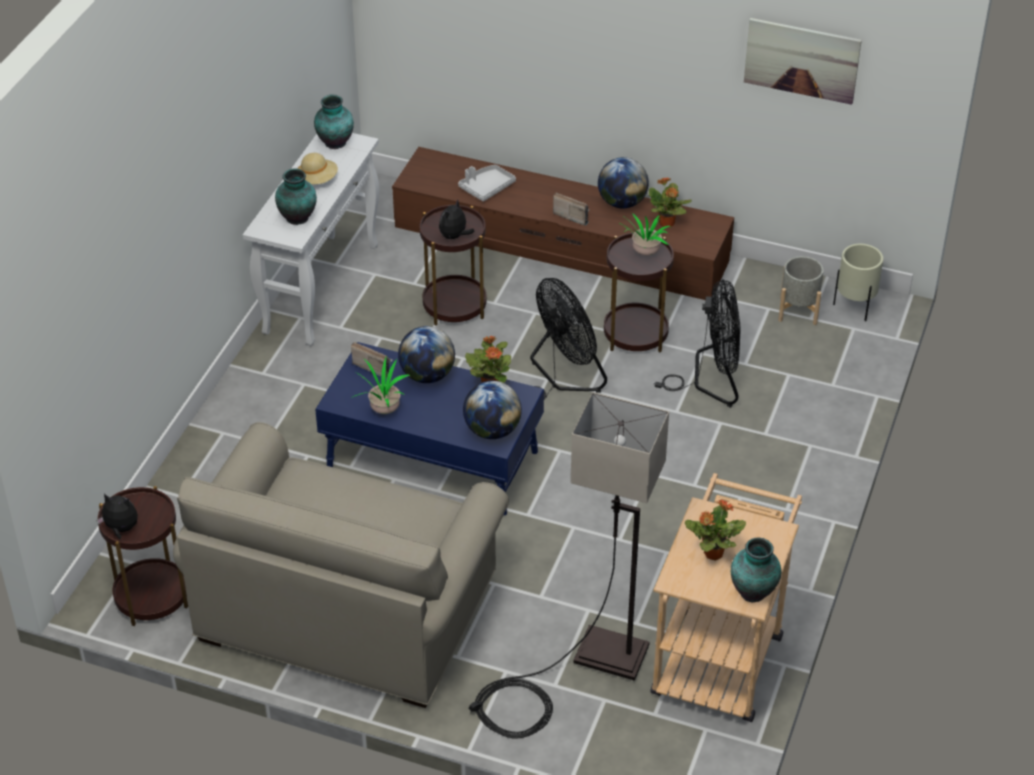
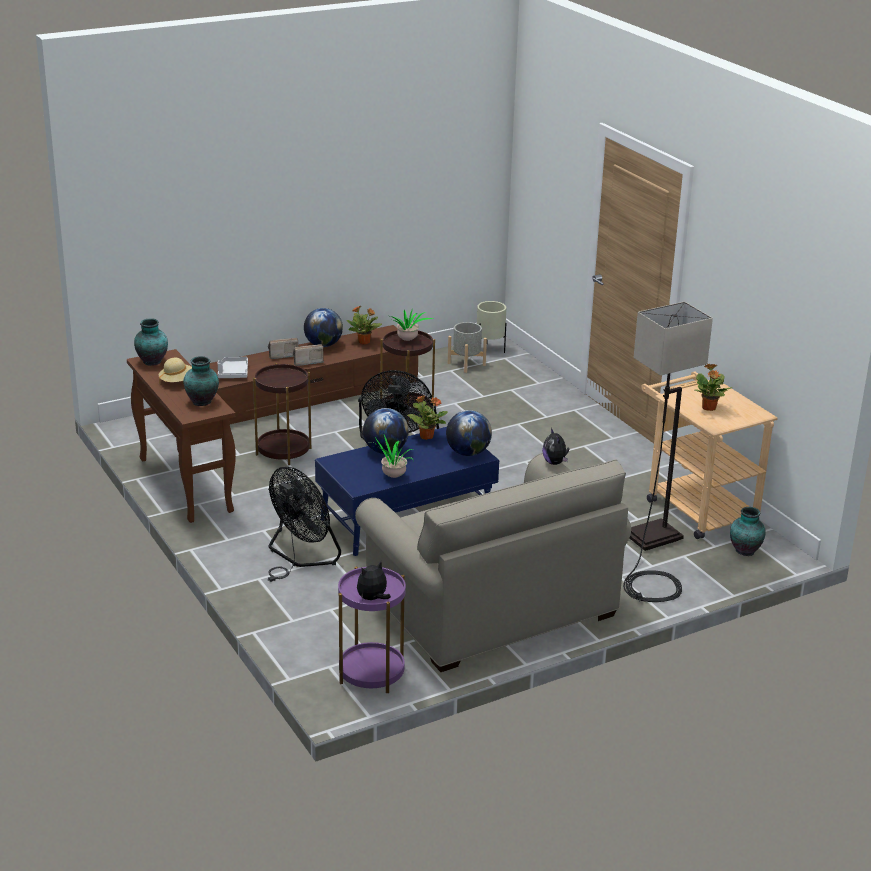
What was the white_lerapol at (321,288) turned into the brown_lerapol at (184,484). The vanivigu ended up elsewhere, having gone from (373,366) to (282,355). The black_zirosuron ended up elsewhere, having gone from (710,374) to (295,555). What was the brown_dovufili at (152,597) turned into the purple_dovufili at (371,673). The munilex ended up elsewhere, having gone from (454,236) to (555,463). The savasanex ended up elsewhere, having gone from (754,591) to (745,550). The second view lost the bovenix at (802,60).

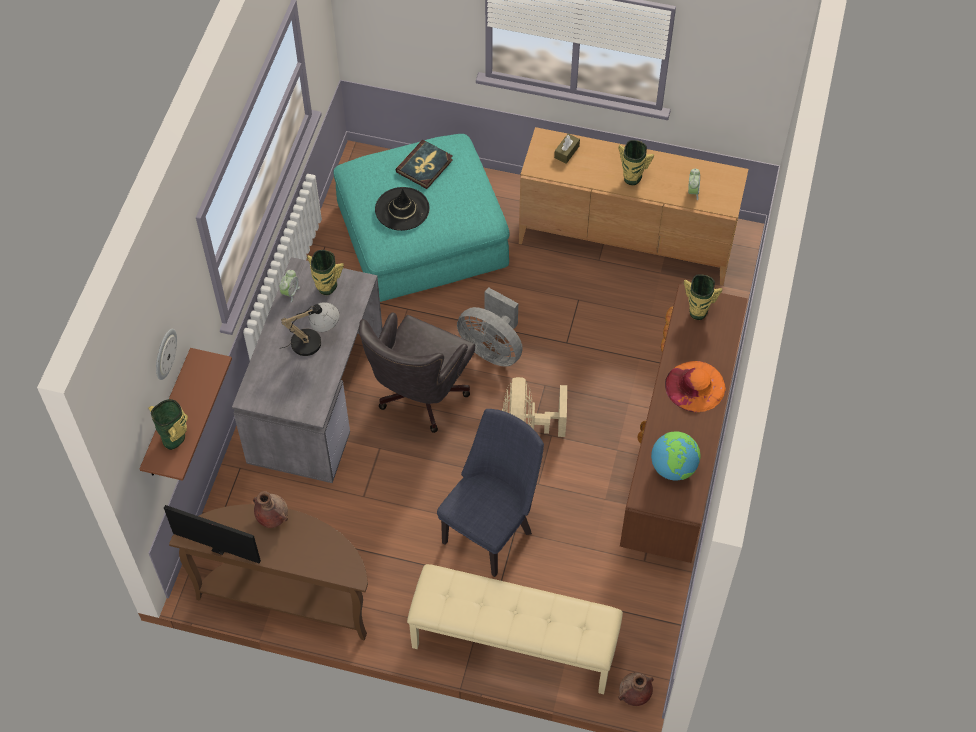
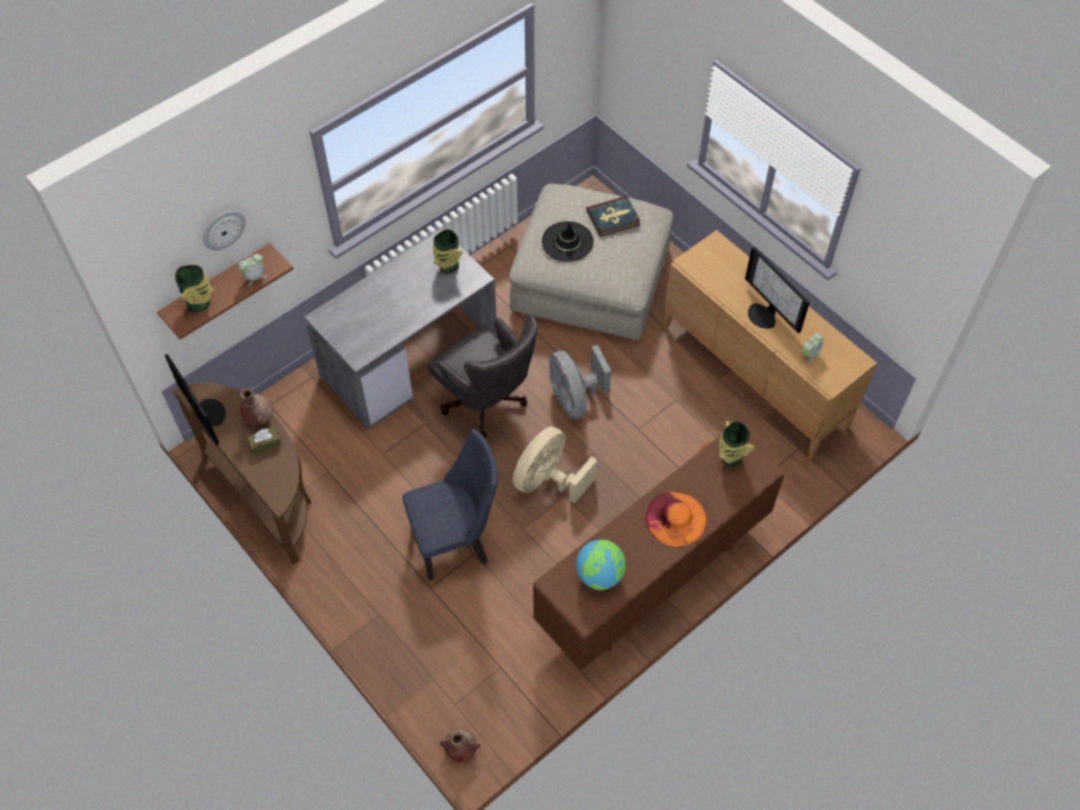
The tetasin ended up elsewhere, having gone from (290,292) to (255,277). The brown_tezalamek ended up elsewhere, having gone from (566,152) to (265,444). The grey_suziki at (420,398) ended up facing another way, 105 degrees counterclockwise from before. What was the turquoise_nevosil at (422,236) turned into the beige_nevosil at (590,279). Where the savasanex stood at (631,178), the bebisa came to stand at (765,315). The second view lost the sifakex at (315,341). The second view lost the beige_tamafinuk at (513,645).

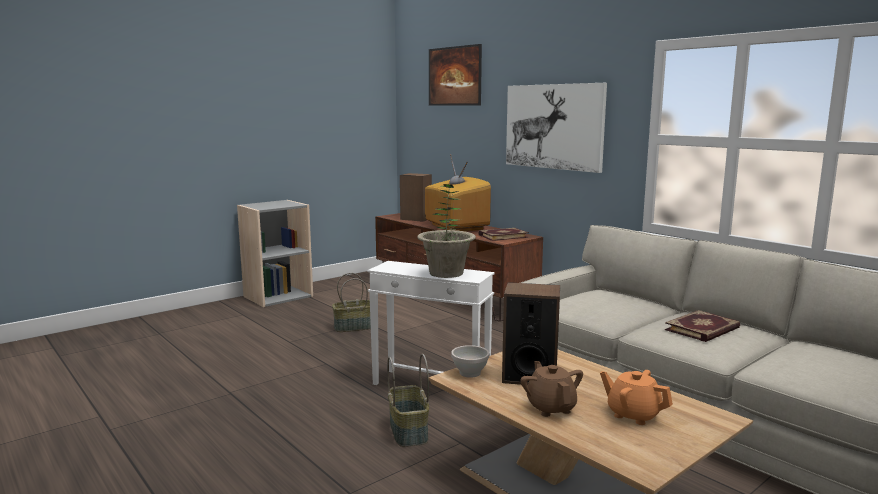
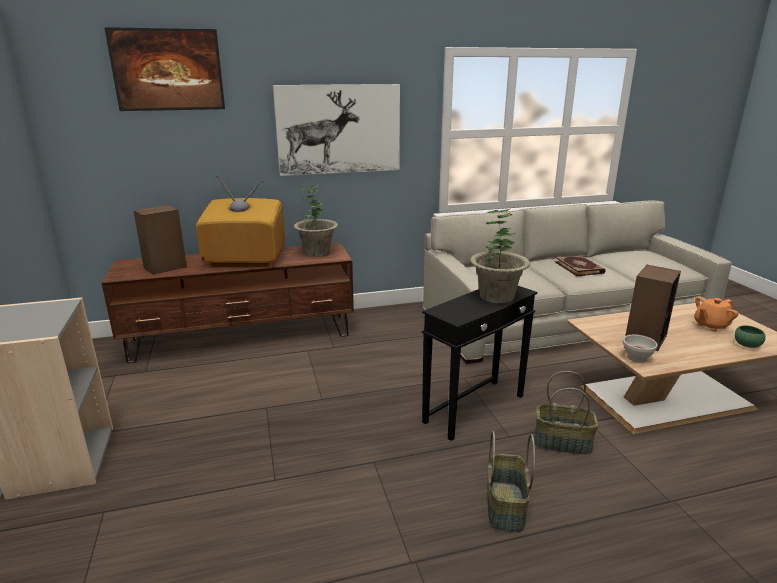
Where the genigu stood at (503,236), the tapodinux came to stand at (317,252). What was the white_dovufili at (431,386) turned into the black_dovufili at (475,409). The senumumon ended up elsewhere, having gone from (354,327) to (504,506). The second view gained the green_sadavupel at (747,345). The second view lost the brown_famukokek at (551,407).

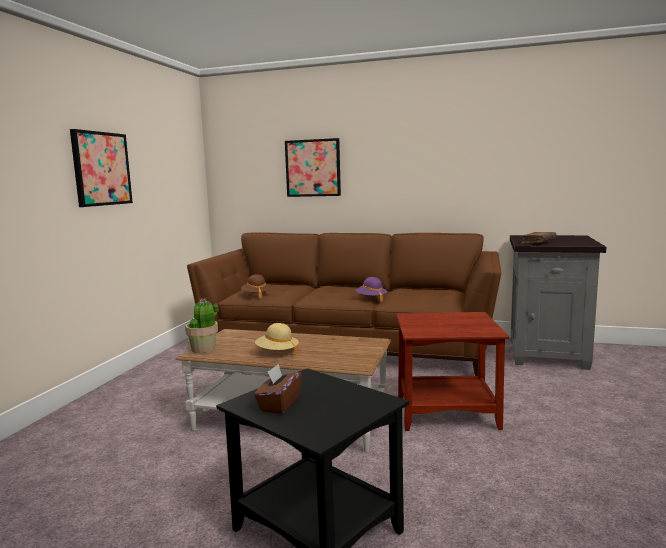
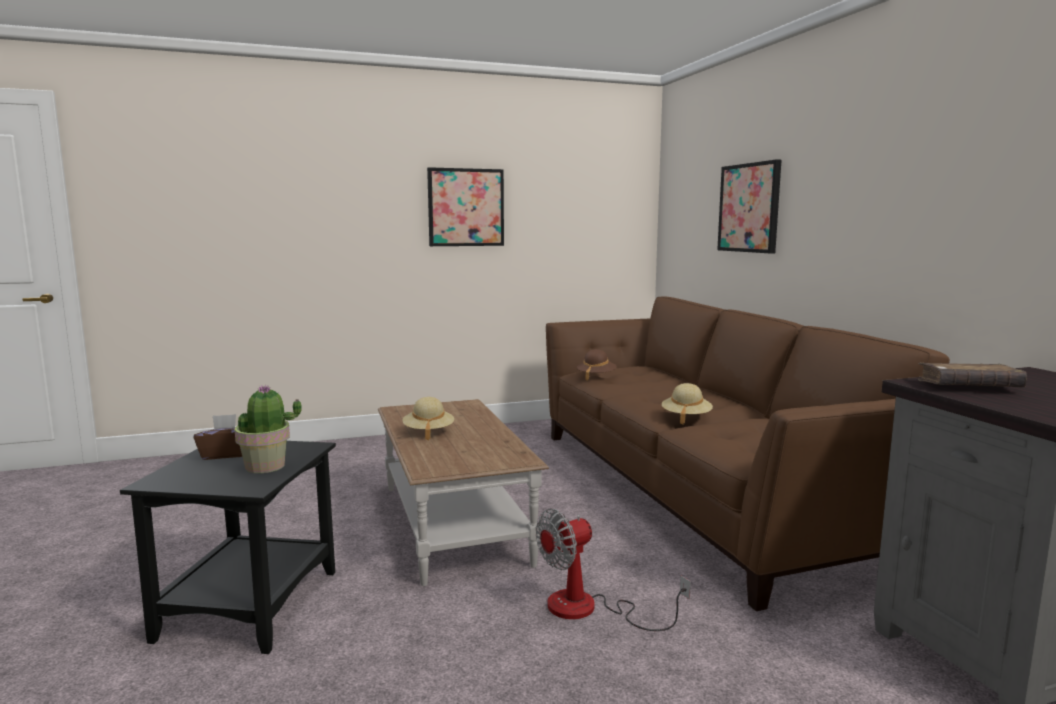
The tapodinux ended up elsewhere, having gone from (204,349) to (266,467). Where the brown_dovufili stood at (446,412), the zirosuron came to stand at (589,609). What was the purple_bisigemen at (371,298) turned into the beige_bisigemen at (686,417).

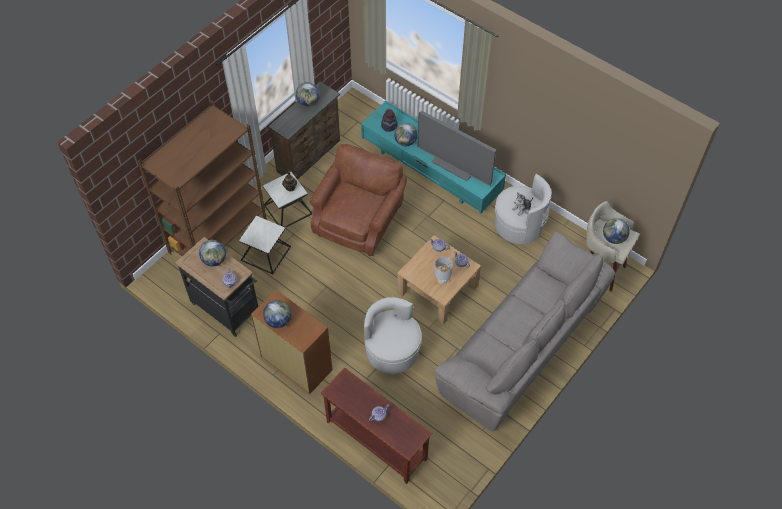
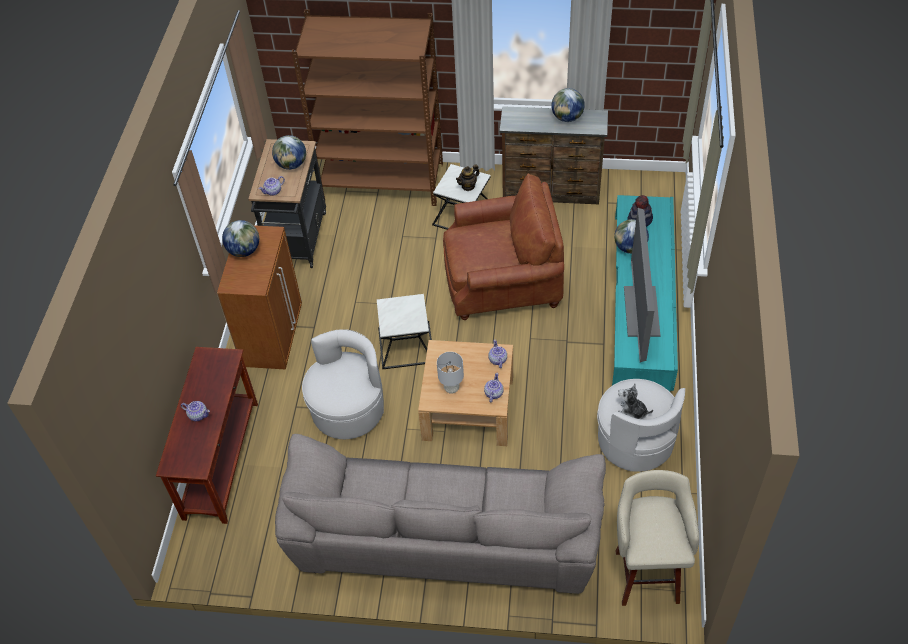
The dovufili ended up elsewhere, having gone from (265,253) to (406,345). The second view lost the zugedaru at (613,238).

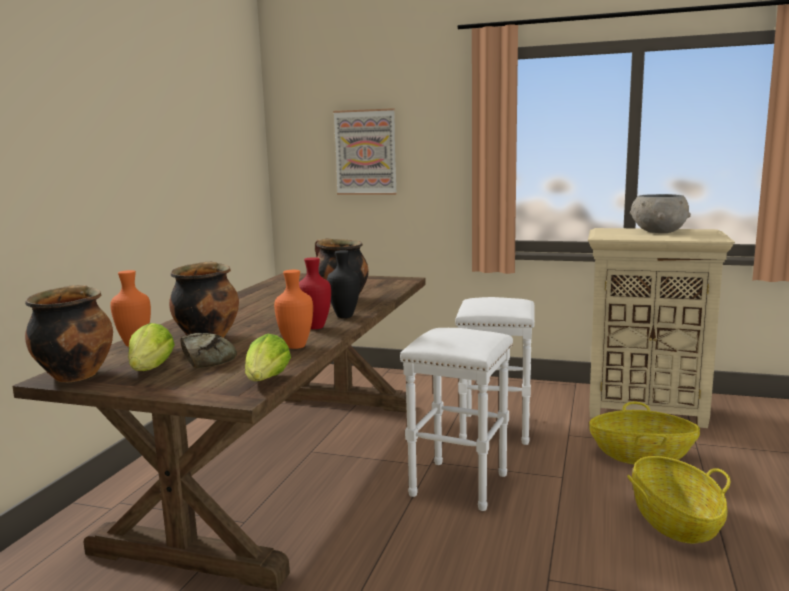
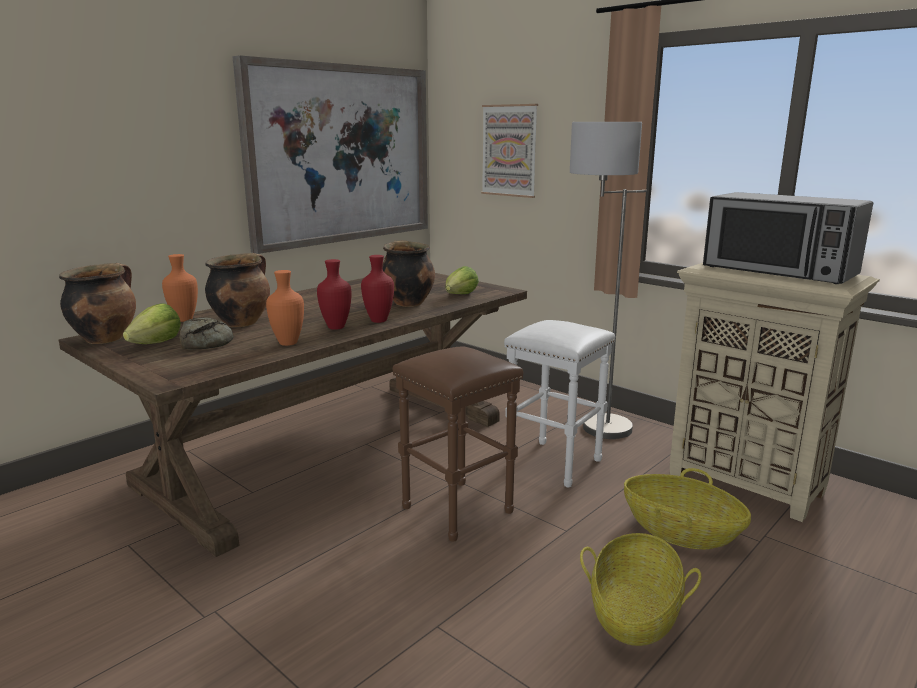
The second view gained the bovenix at (340,154). What was the black_savasanex at (346,316) turned into the red_savasanex at (380,321). What was the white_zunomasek at (460,485) turned into the brown_zunomasek at (457,511). The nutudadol ended up elsewhere, having gone from (267,381) to (460,296). The second view gained the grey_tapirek at (594,430). Where the grey_sadavupel stood at (658,232), the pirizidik came to stand at (778,271).

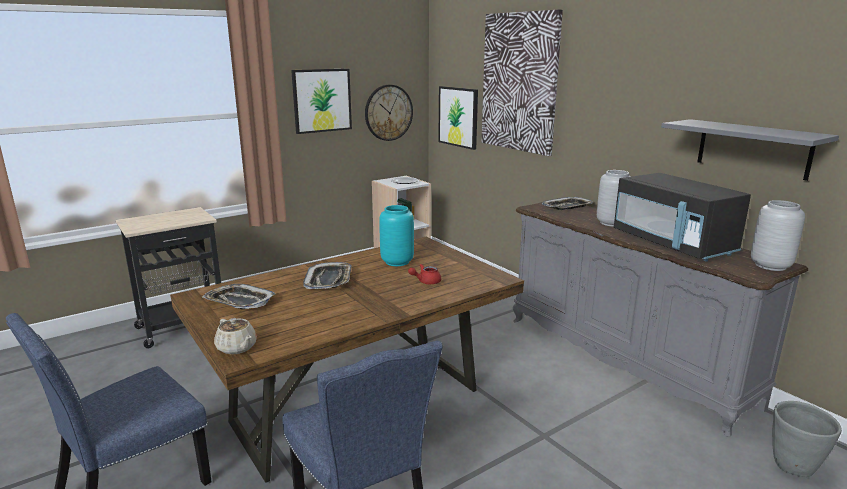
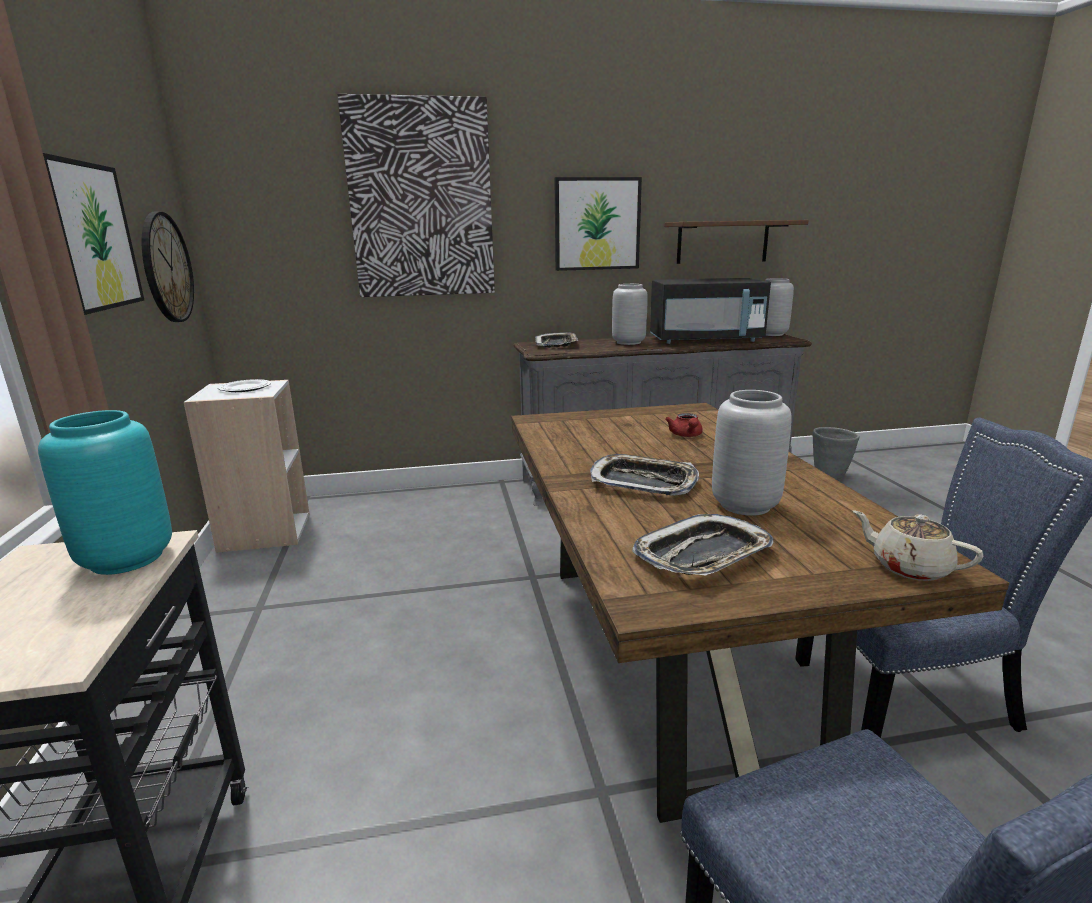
The turquoise_savasanex ended up elsewhere, having gone from (397,261) to (126,558). The bovenix ended up elsewhere, having gone from (458,117) to (597,224). What was the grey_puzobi at (753,148) turned into the brown_puzobi at (722,242). The second view gained the grey_savasanex at (746,505). The beige_famukokek at (237,348) ended up facing another way, 120 degrees counterclockwise from before.

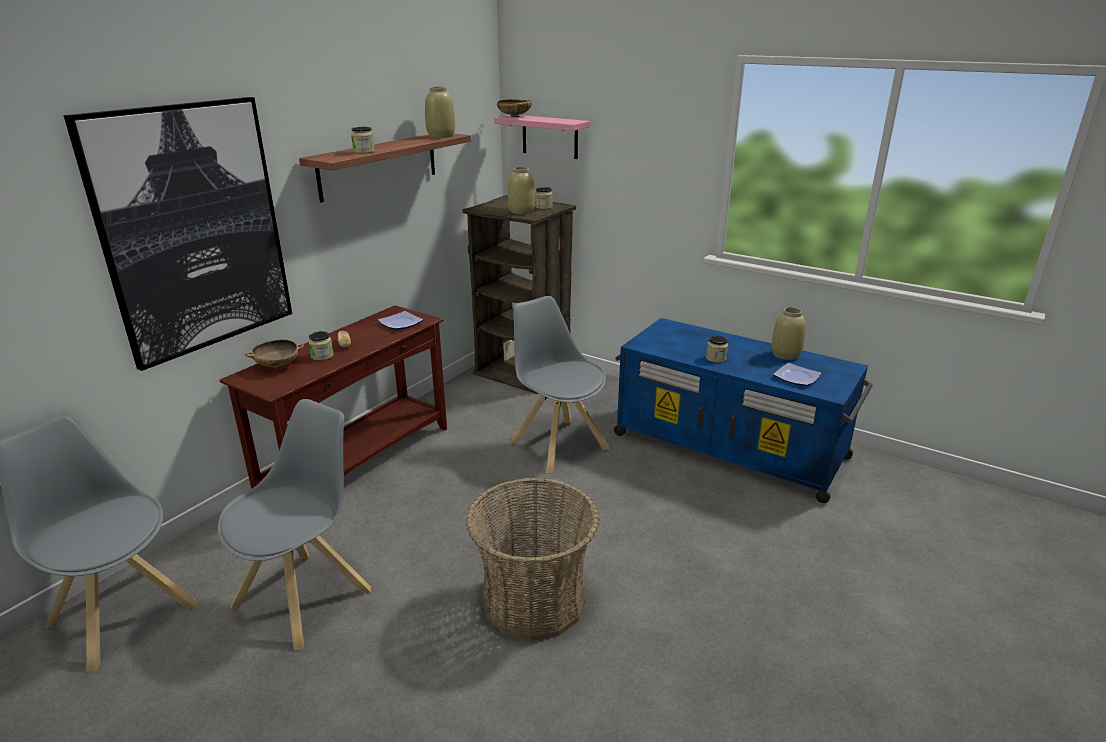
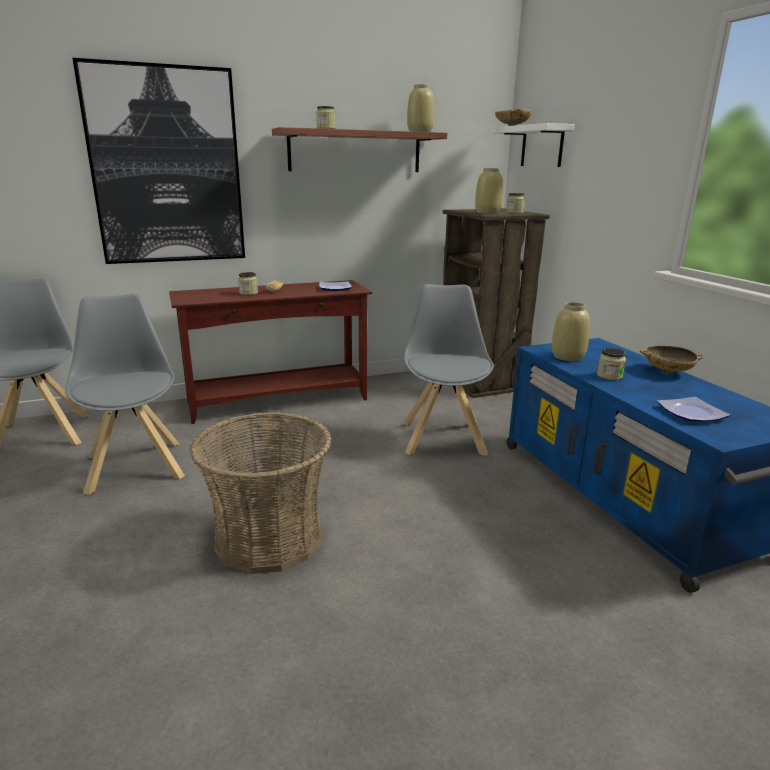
The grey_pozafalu at (306,596) ended up facing another way, 90 degrees counterclockwise from before. What was the pink_puzobi at (550,136) turned into the white_puzobi at (542,146). The beige_savasanex ended up elsewhere, having gone from (786,355) to (568,357). The beige_sadavupel ended up elsewhere, having gone from (278,366) to (667,372).

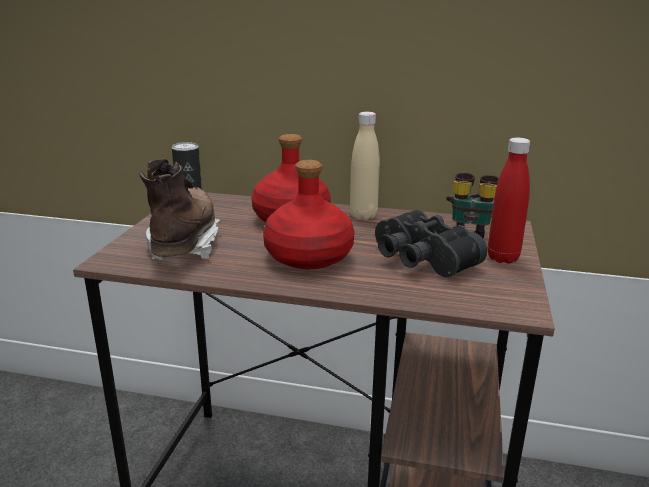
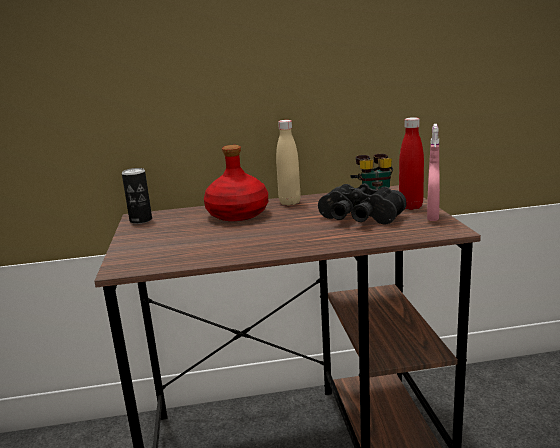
The second view gained the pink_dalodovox at (432,217). The second view lost the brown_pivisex at (184,243). The second view lost the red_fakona at (308,257).

